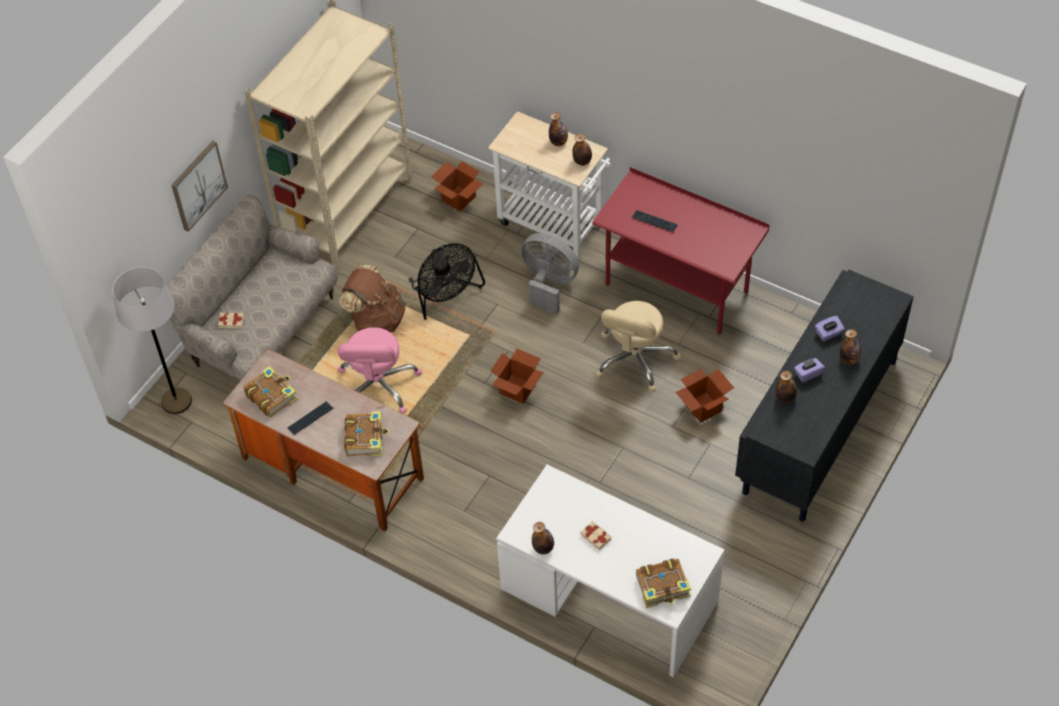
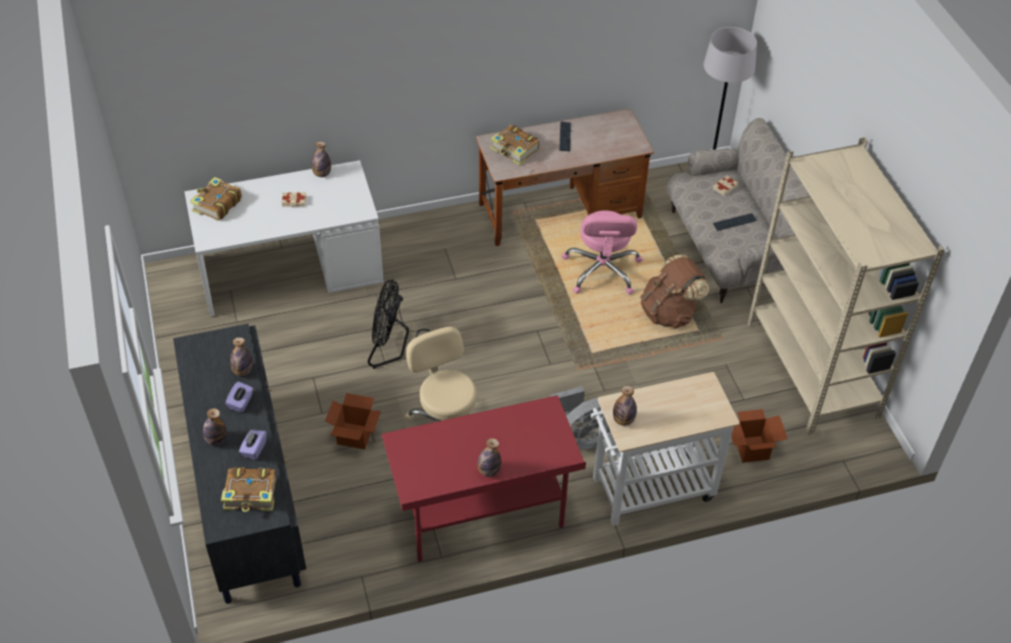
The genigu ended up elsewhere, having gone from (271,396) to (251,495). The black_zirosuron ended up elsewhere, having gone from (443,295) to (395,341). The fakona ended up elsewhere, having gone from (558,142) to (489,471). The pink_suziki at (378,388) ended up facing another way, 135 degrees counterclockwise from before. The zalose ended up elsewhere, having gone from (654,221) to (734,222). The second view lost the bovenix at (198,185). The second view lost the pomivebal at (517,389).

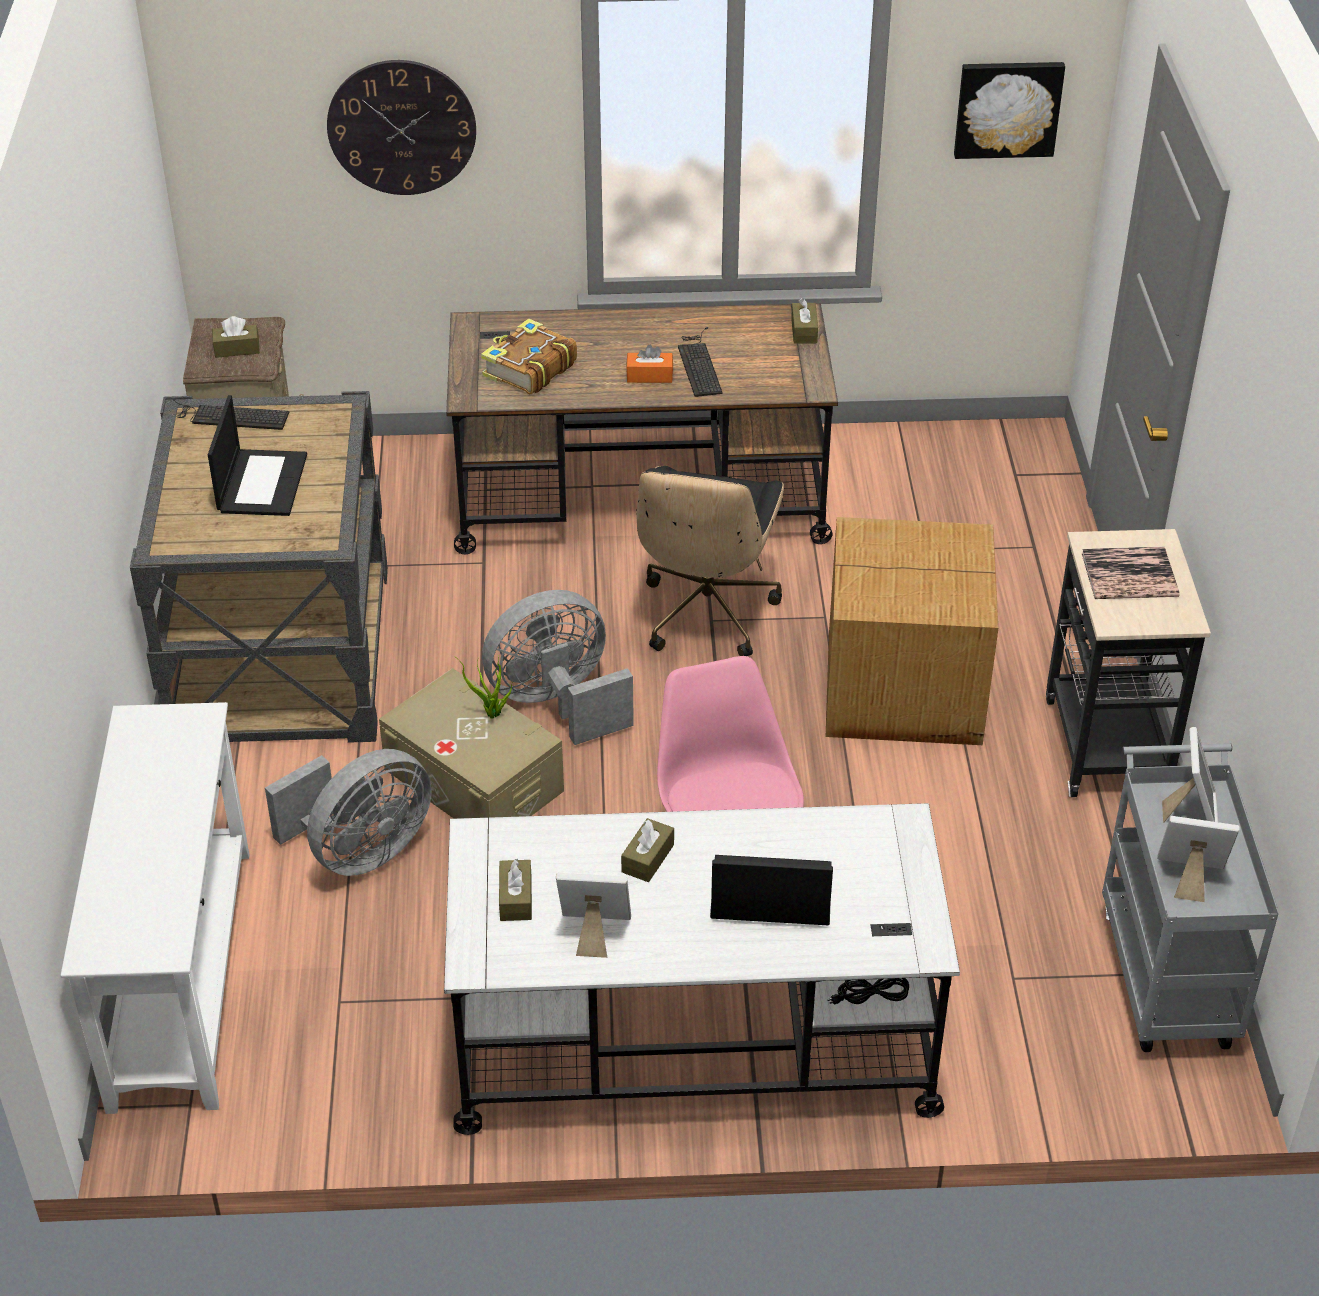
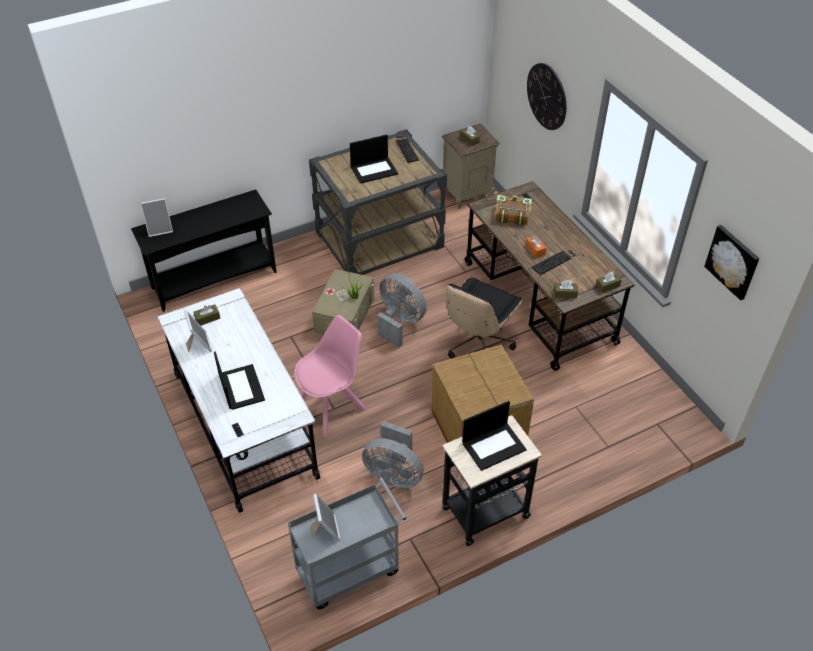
What was the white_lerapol at (180,976) turned into the black_lerapol at (214,279). The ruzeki ended up elsewhere, having gone from (1192,814) to (160,229). The grey_zirosuron ended up elsewhere, having gone from (360,852) to (394,474). The black_suziki at (705,618) ended up facing another way, 45 degrees counterclockwise from before. Where the genigu stood at (1129,575), the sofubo came to stand at (494,445). The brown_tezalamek ended up elsewhere, having gone from (647,858) to (565,294).

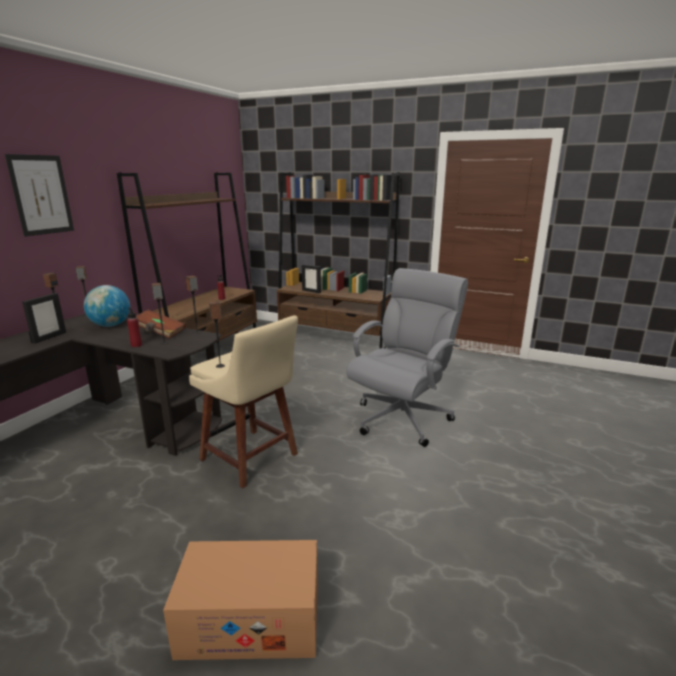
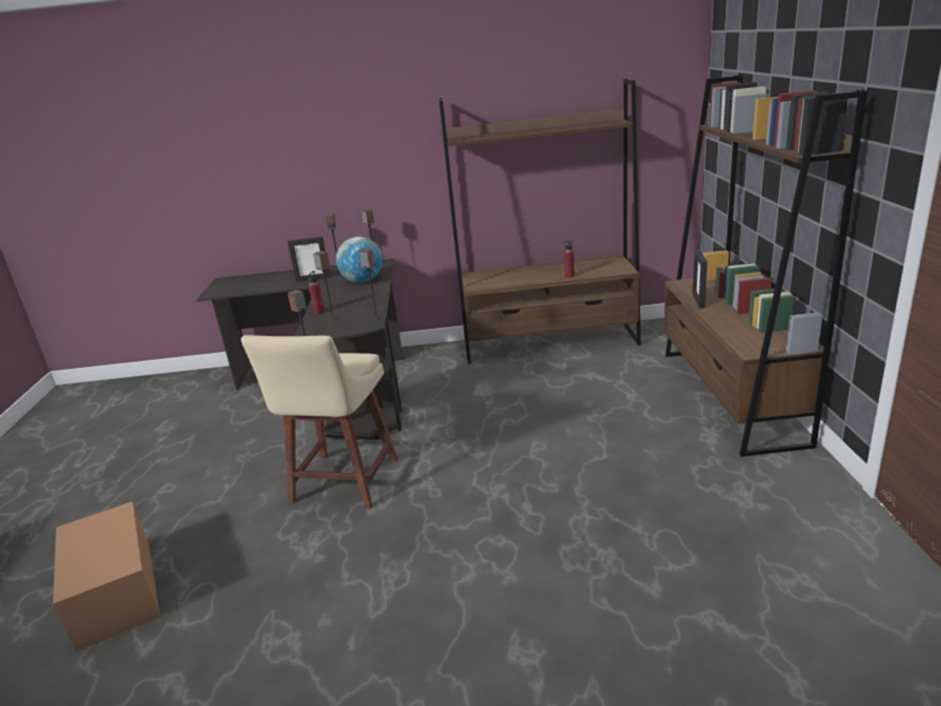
The second view lost the bovenix at (41,195). The second view lost the brown_genigu at (159,333). The second view lost the grey_suziki at (401,419).

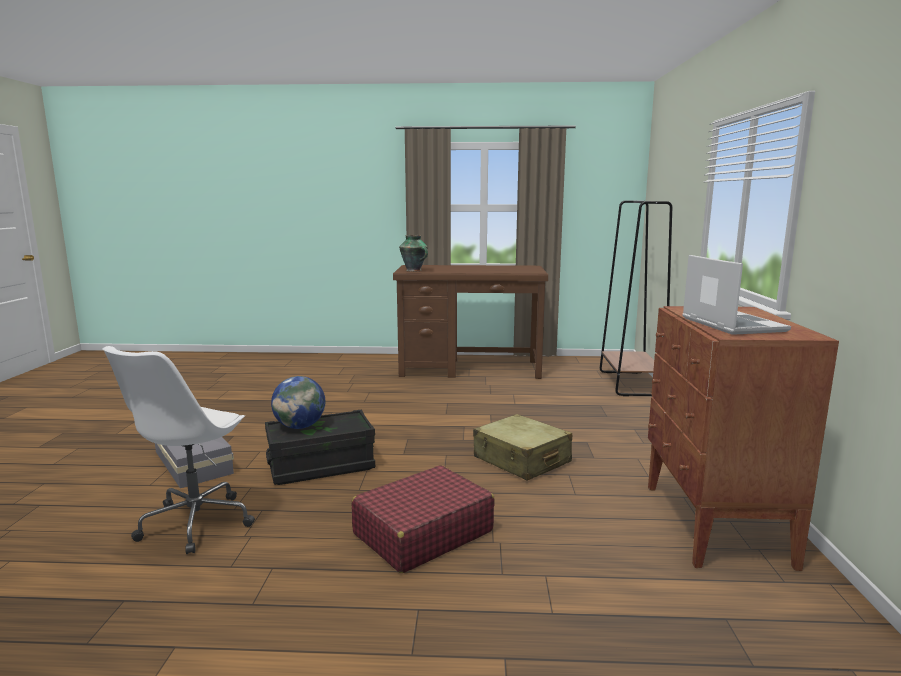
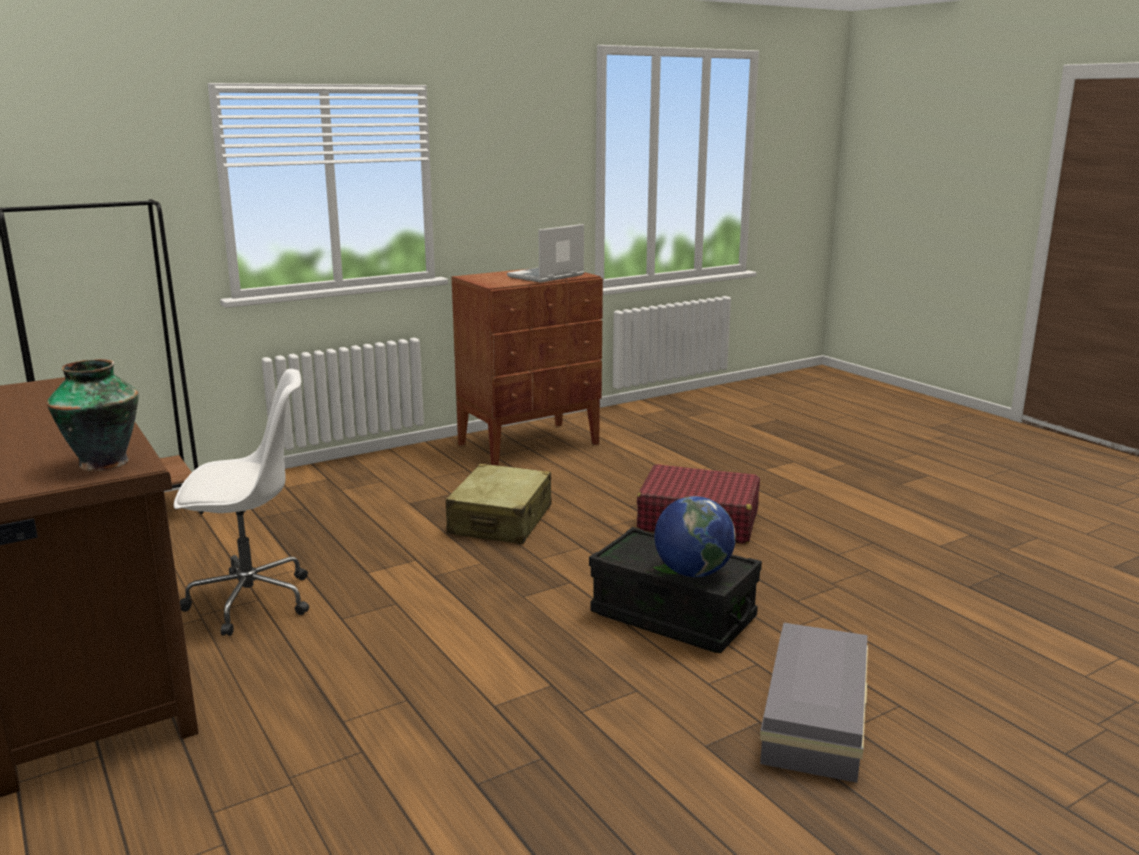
The white_suziki ended up elsewhere, having gone from (194,525) to (254,601).

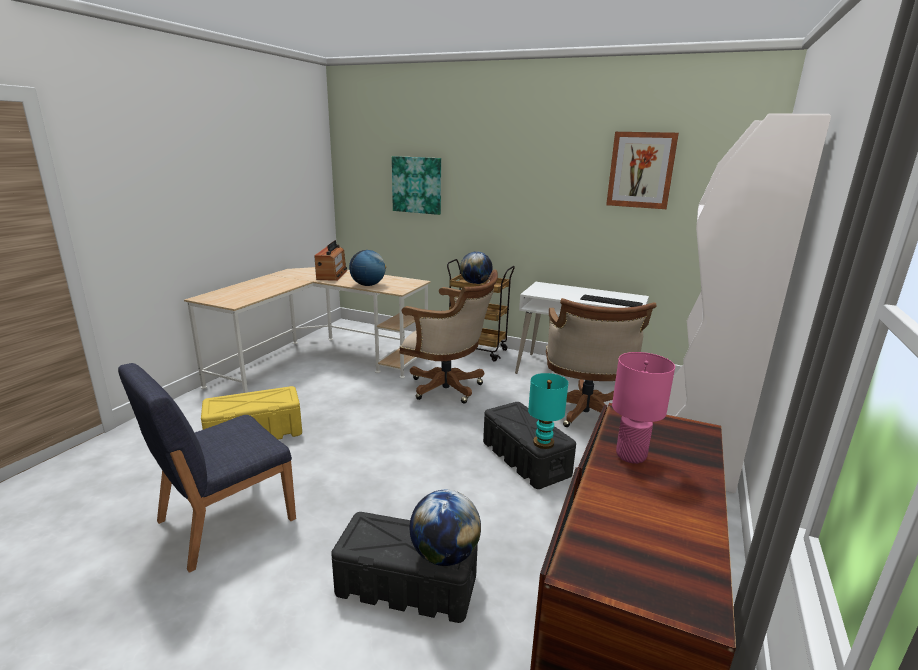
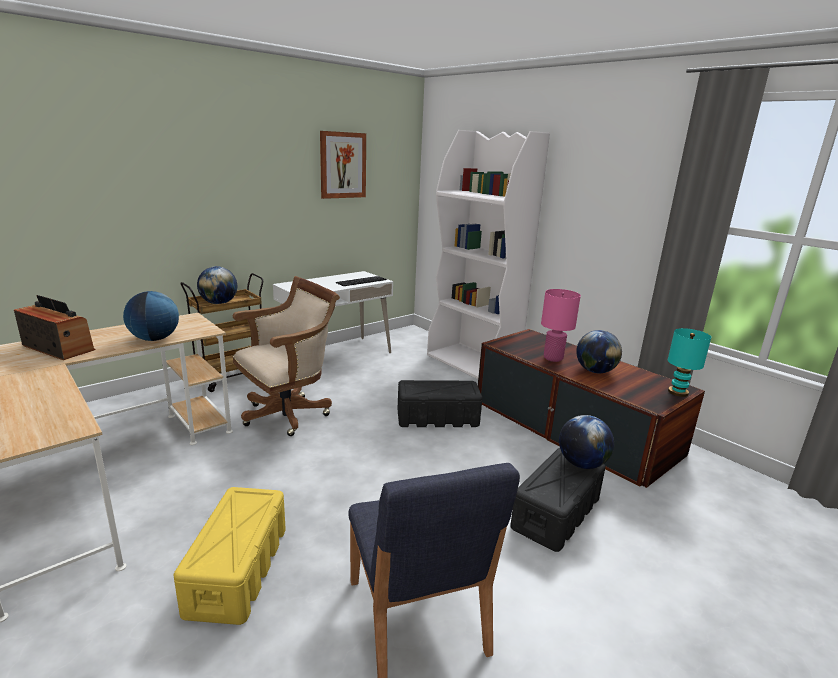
The second view gained the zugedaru at (595,371). The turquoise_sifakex ended up elsewhere, having gone from (543,443) to (677,392). The second view lost the bovenix at (417,185). The second view lost the suziki at (586,413).

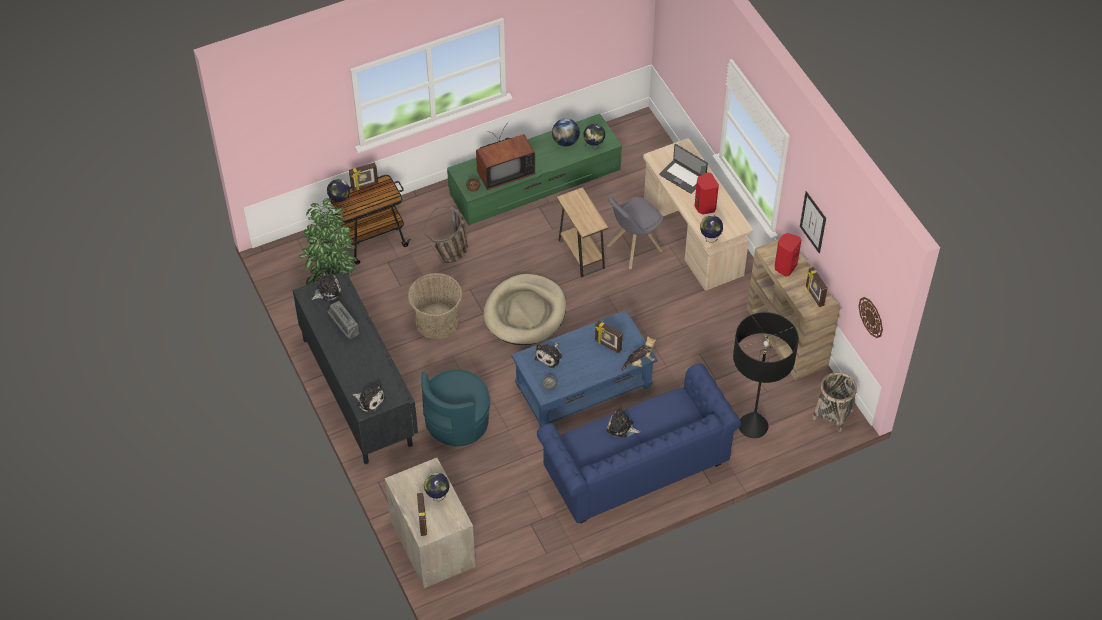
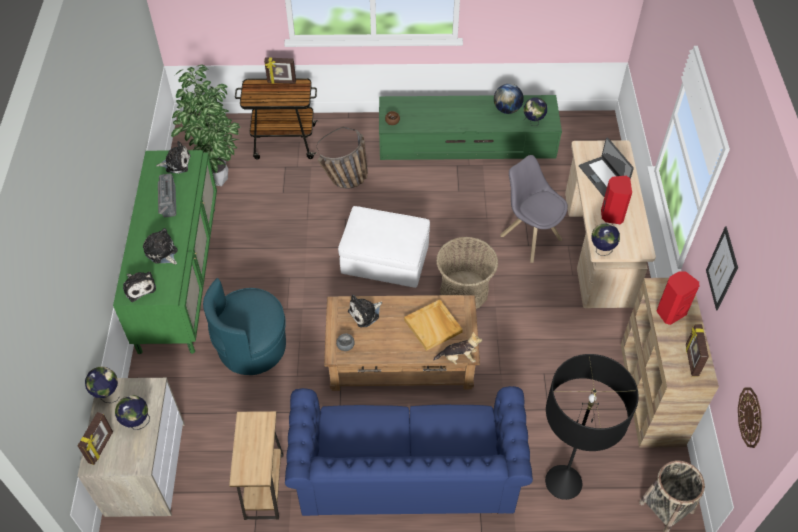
The zugedaru ended up elsewhere, having gone from (339,201) to (107,394). What was the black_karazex at (359,390) turned into the green_karazex at (181,277). The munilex ended up elsewhere, having gone from (621,428) to (162,252). The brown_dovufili ended up elsewhere, having gone from (581,254) to (264,486). What was the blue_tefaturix at (583,386) turned into the brown_tefaturix at (400,359). Where the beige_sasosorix stood at (525,312), the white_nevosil came to stand at (385,261). Where the ruzeki stood at (608,345), the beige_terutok came to stand at (433,326). The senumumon ended up elsewhere, having gone from (437,321) to (464,290). The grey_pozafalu at (634,248) ended up facing another way, 60 degrees clockwise from before. The second view lost the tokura at (503,172).

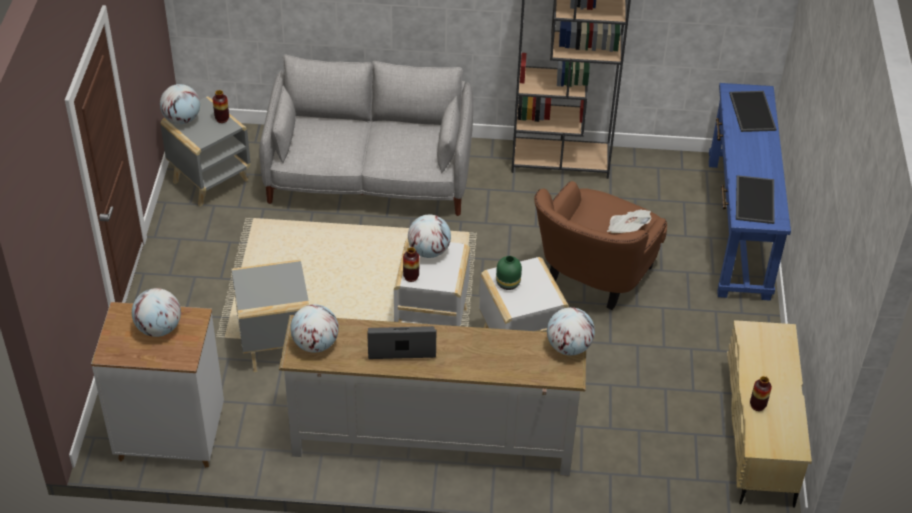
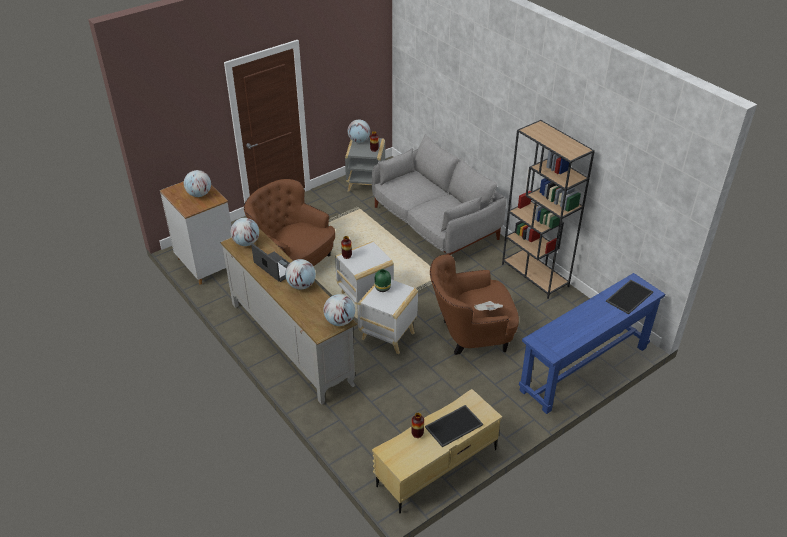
Where the grey_dovufili stood at (275,343), the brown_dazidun came to stand at (293,259). The zugedaru ended up elsewhere, having gone from (429,251) to (301,285). The terutok ended up elsewhere, having gone from (753,199) to (454,425).

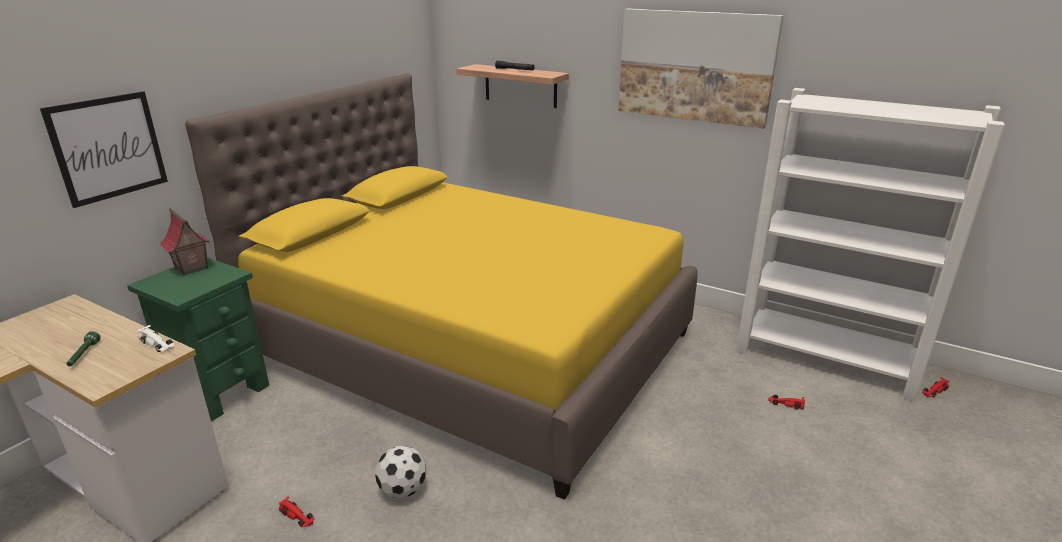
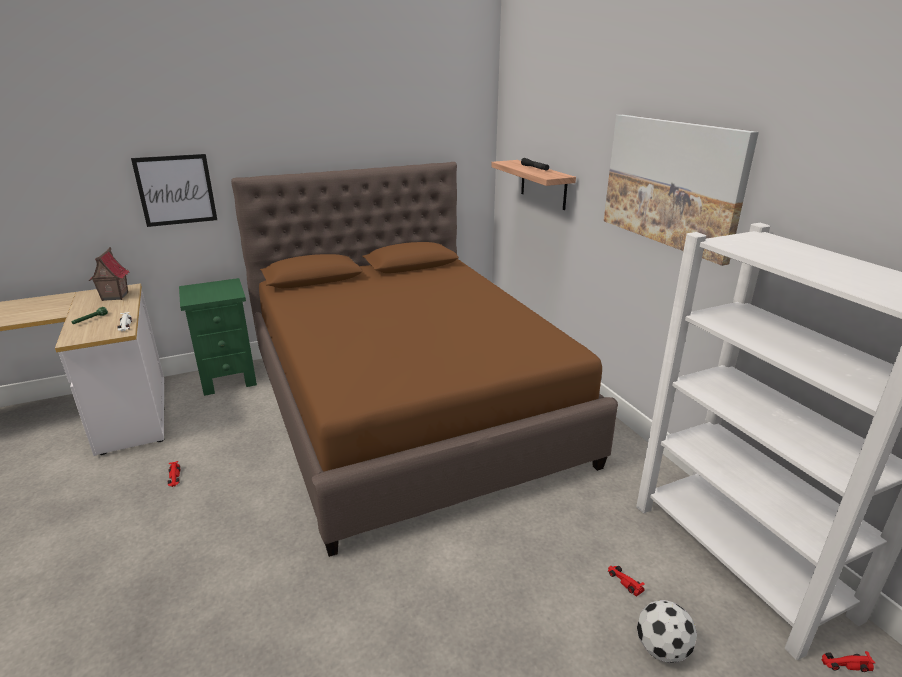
The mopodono ended up elsewhere, having gone from (191,268) to (114,296). What was the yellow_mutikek at (471,345) turned into the brown_mutikek at (408,406). The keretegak ended up elsewhere, having gone from (403,490) to (662,649).

